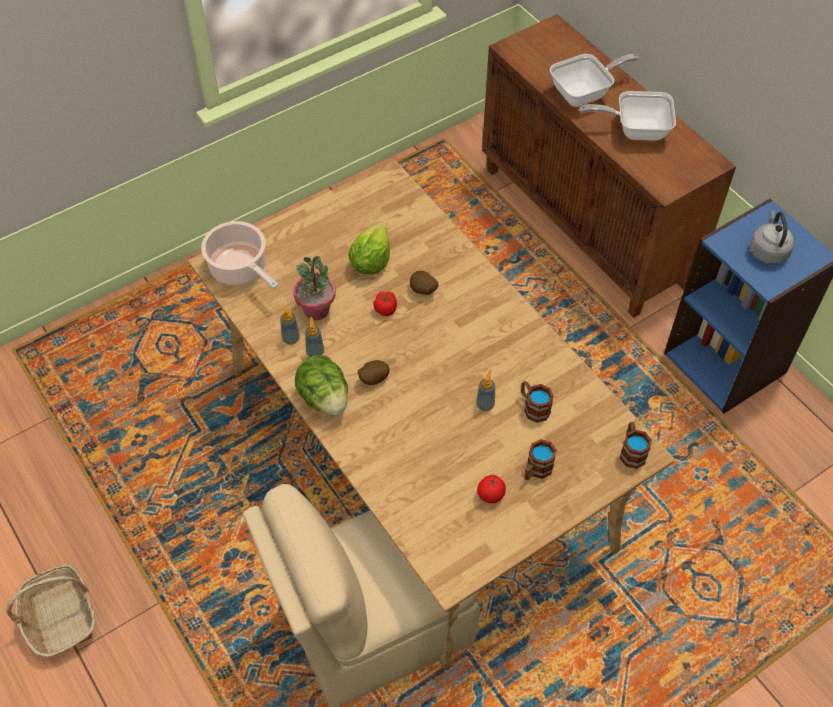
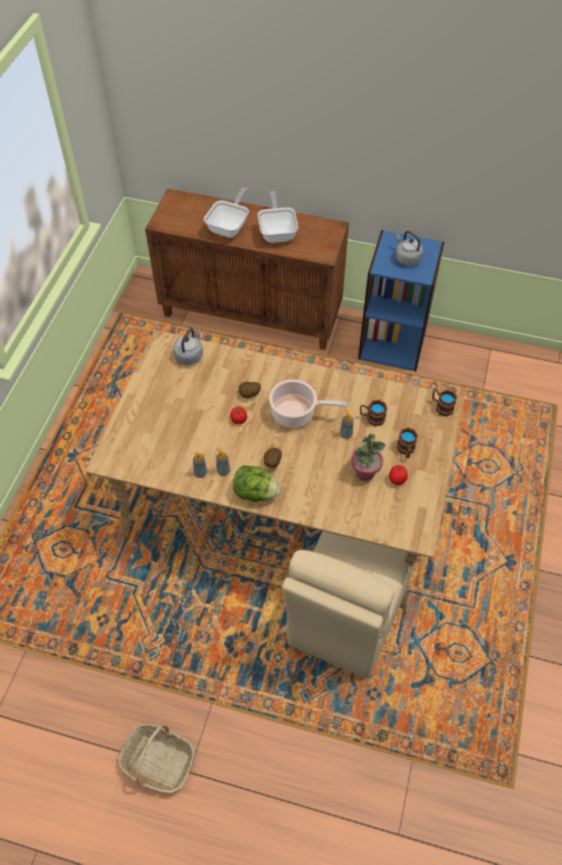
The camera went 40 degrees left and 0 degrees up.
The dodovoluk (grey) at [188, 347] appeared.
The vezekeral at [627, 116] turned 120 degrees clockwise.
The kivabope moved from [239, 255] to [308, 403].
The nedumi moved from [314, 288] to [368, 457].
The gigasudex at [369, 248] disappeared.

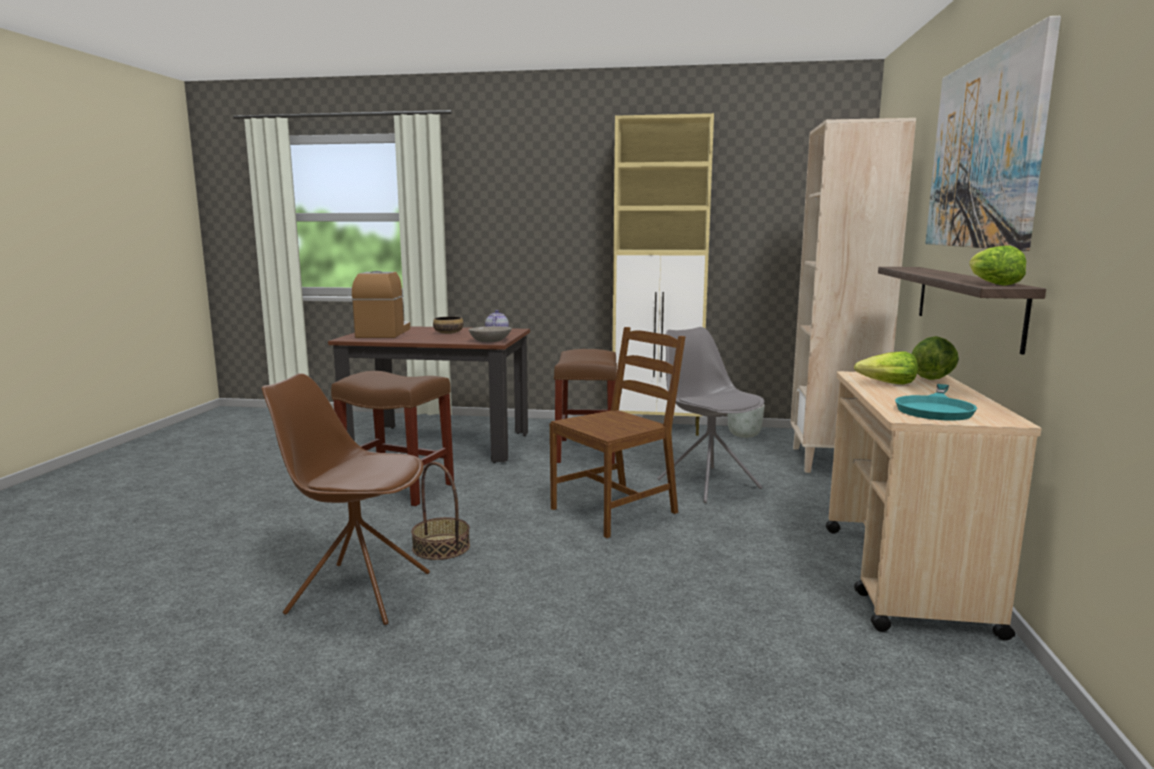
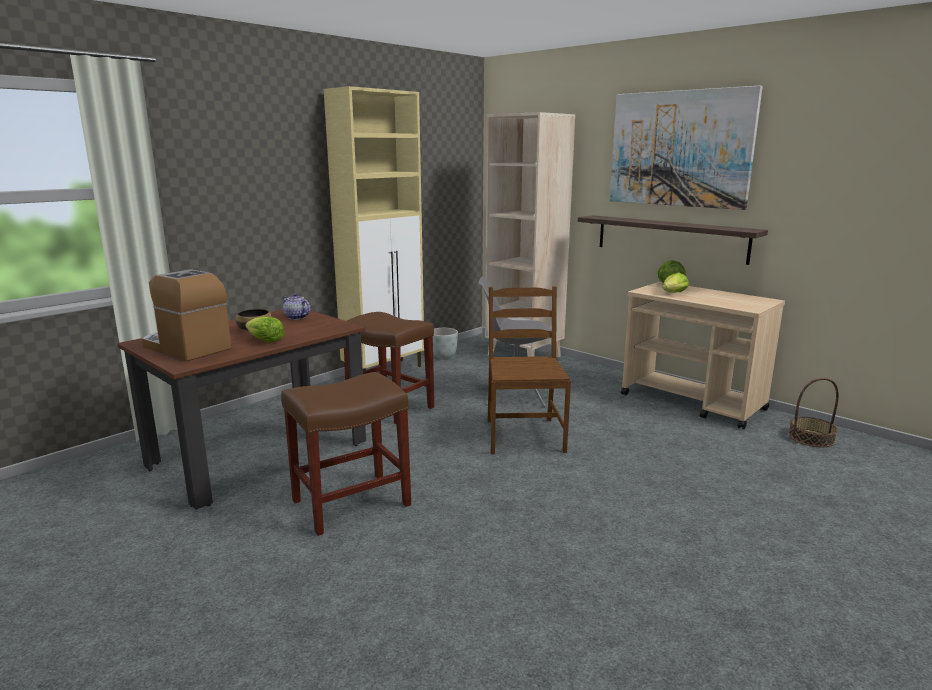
The camera went 55 degrees left and 5 degrees up.
The gigasudex moved from [997, 265] to [264, 330].
The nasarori moved from [440, 511] to [813, 412].
The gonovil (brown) at [345, 499] disappeared.
The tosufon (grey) at [490, 334] disappeared.
The vezekeral (turquoise) at [936, 402] disappeared.

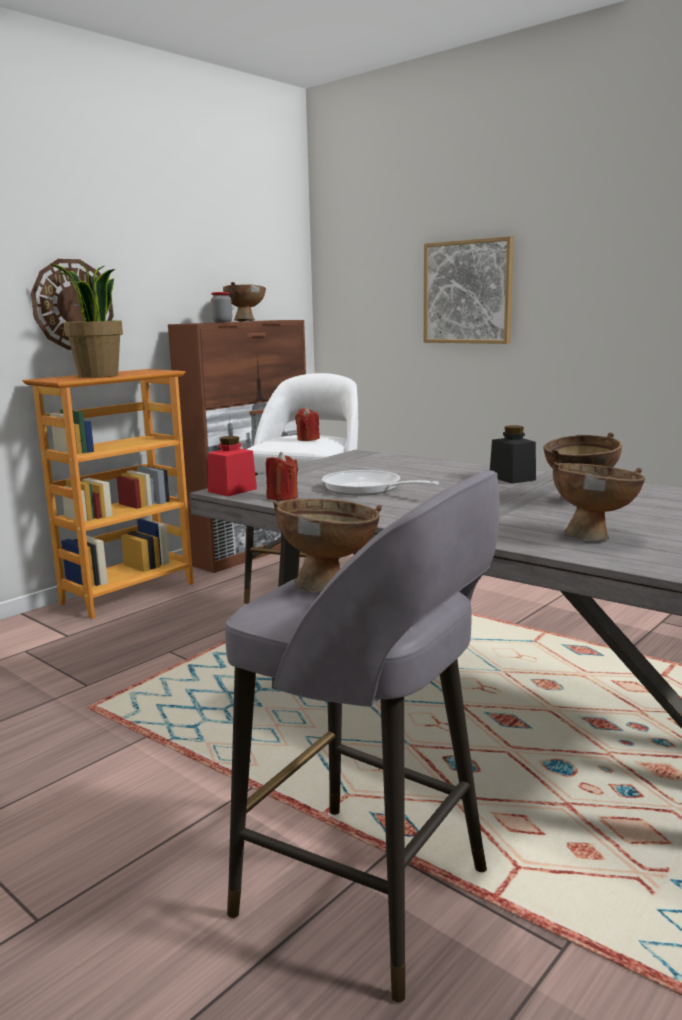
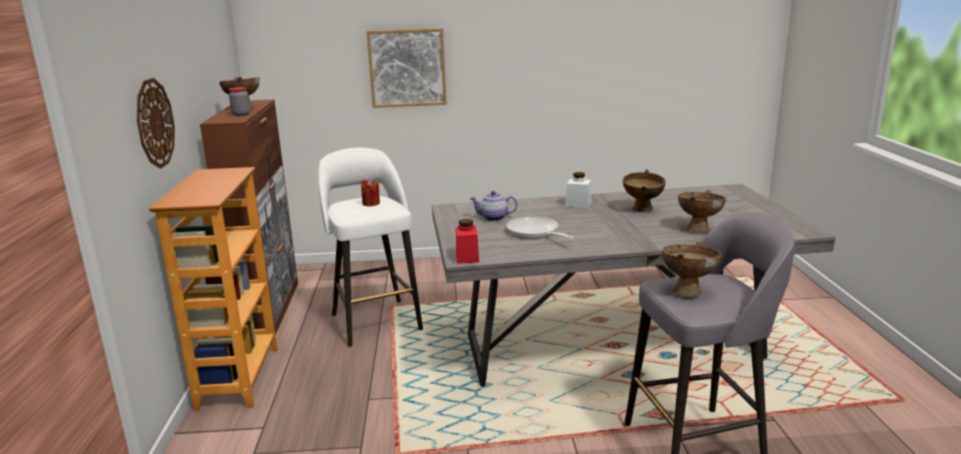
The camera went 45 degrees left and 5 degrees up.
The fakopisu at [493, 206] appeared.
The vezekeral at [380, 482] turned 60 degrees clockwise.
The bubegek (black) at [513, 454] became the bubegek (white) at [578, 190].
The nedumi at [86, 319] disappeared.
The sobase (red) at [282, 476] disappeared.

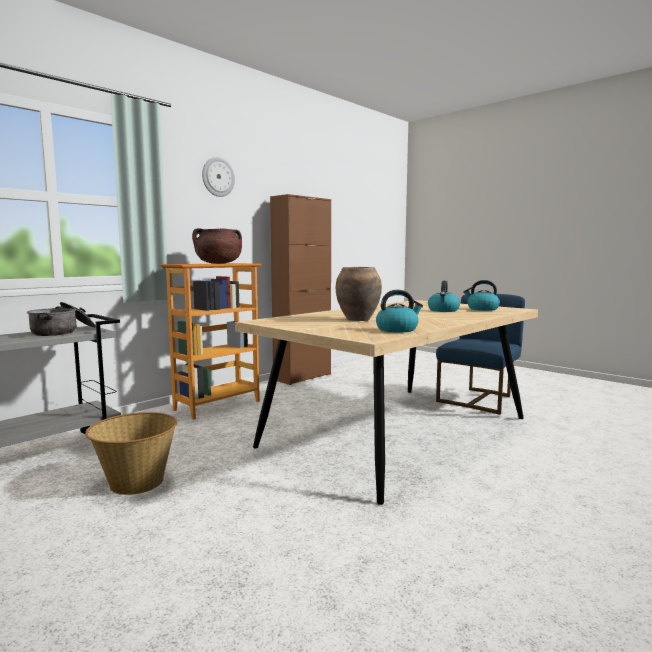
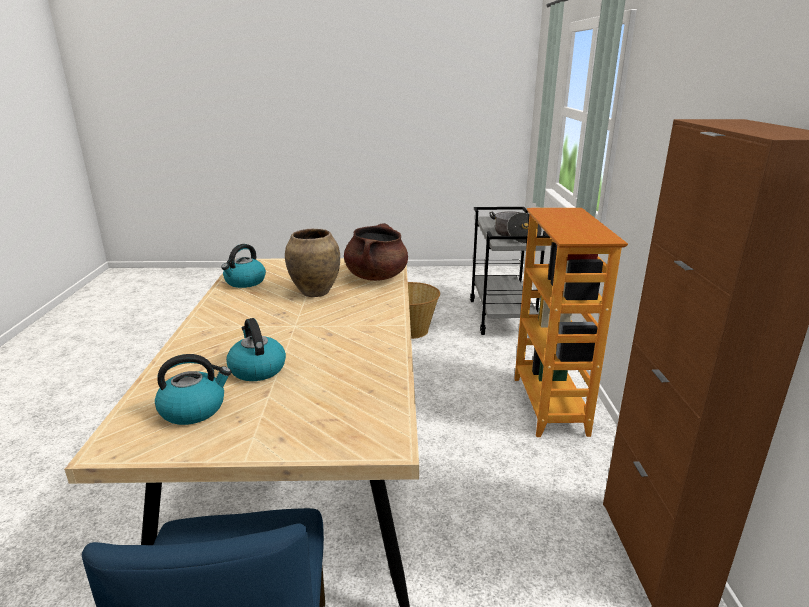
The camera went 135 degrees right and 15 degrees up.
The kivabope (brown) moved from [217, 246] to [376, 252].
The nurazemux at [218, 177] disappeared.

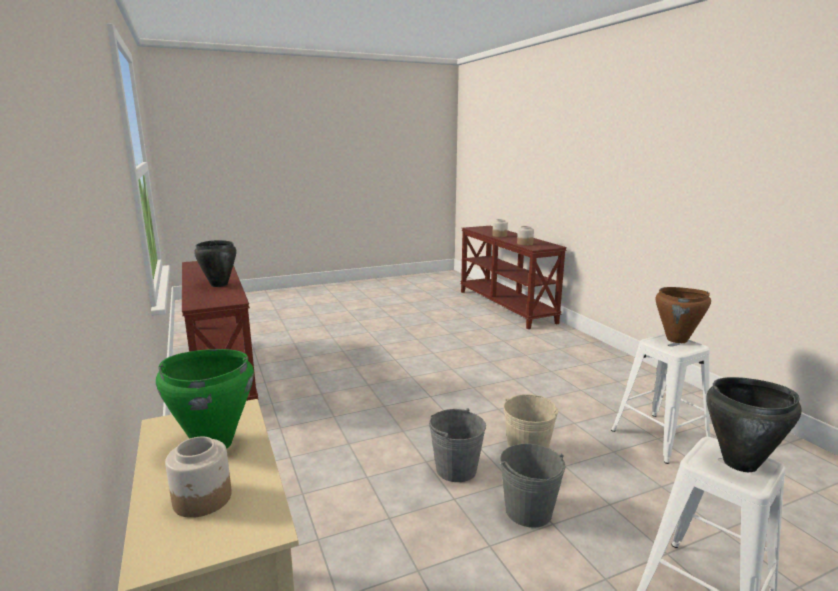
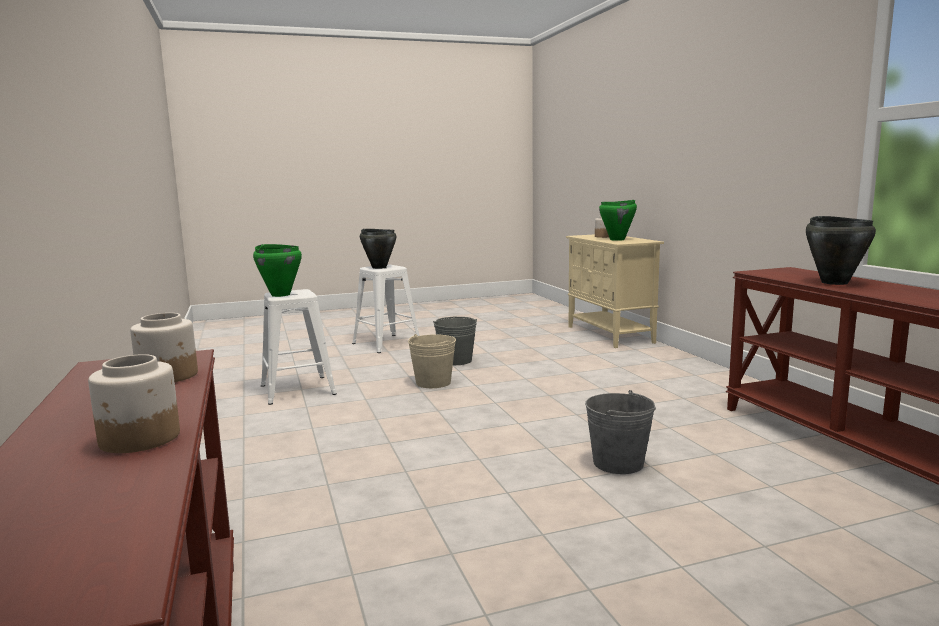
The camera went 175 degrees left and 5 degrees down.
The kivabope (brown) at [683, 315] became the kivabope (green) at [277, 270].
The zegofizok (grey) moved from [457, 445] to [620, 432].

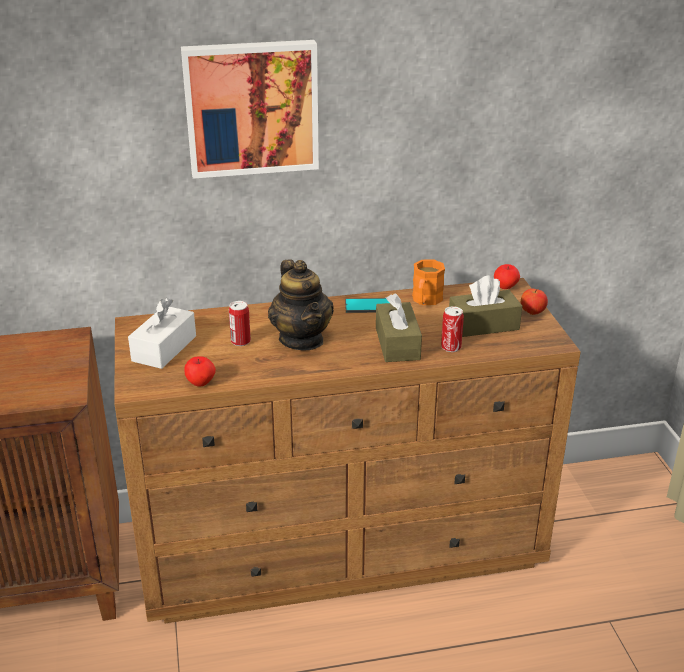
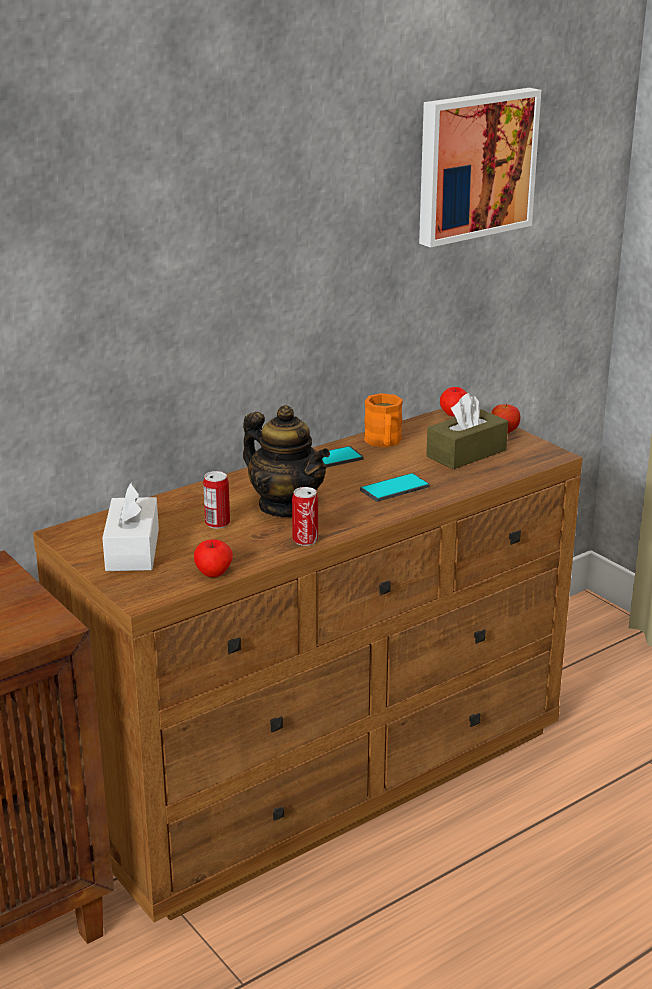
The camera went 25 degrees left and 5 degrees down.
The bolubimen moved from [452, 329] to [305, 516].
The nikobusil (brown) at [399, 327] was replaced by the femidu at [394, 487].
The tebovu moved from [250, 109] to [480, 168].

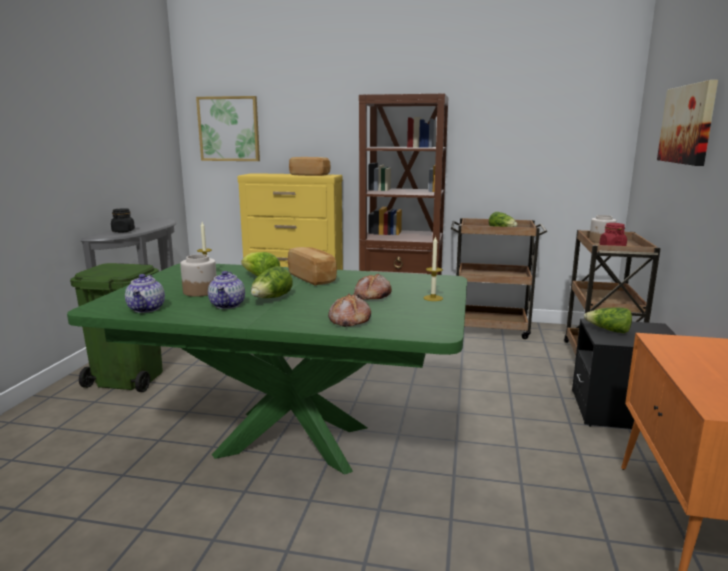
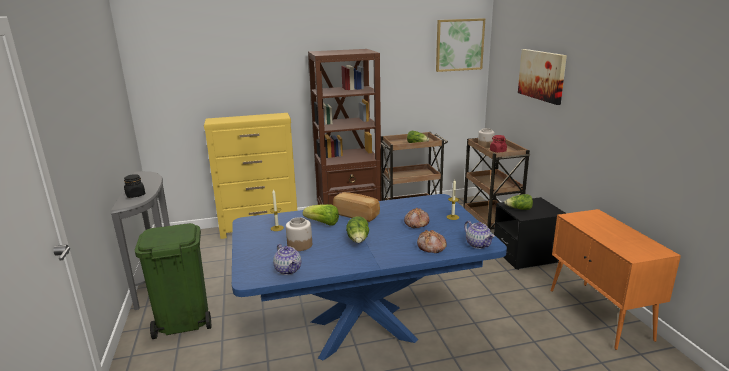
The camera went 25 degrees left and 5 degrees up.
The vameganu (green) at [267, 369] became the vameganu (blue) at [369, 277].
The tebovu moved from [228, 128] to [460, 45].
The fakopisu moved from [226, 290] to [479, 235].
The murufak at [310, 166] disappeared.

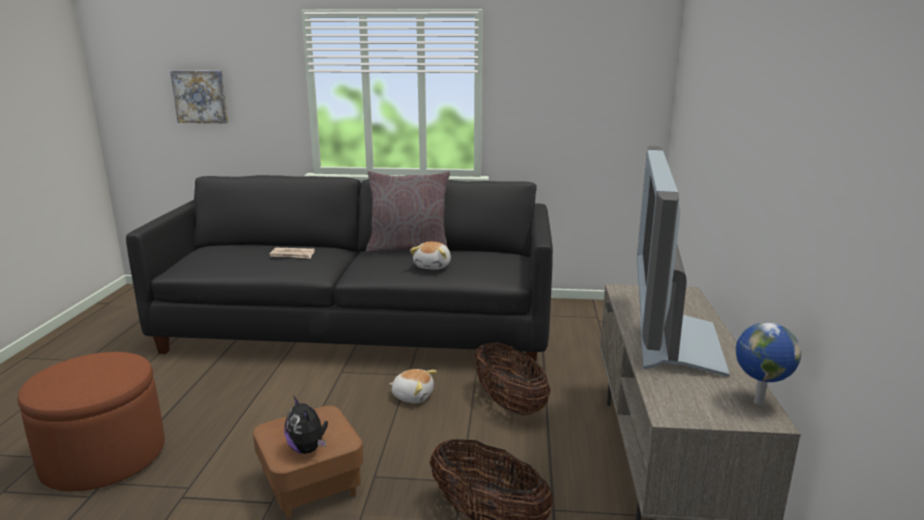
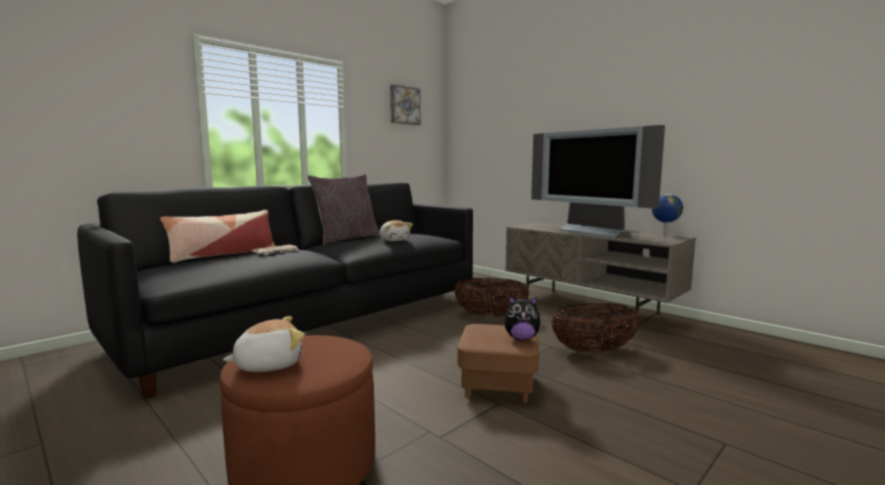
The camera went 50 degrees left and 10 degrees down.
The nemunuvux at [217, 236] appeared.
The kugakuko moved from [413, 386] to [263, 344].
The tebovu moved from [199, 96] to [405, 104].

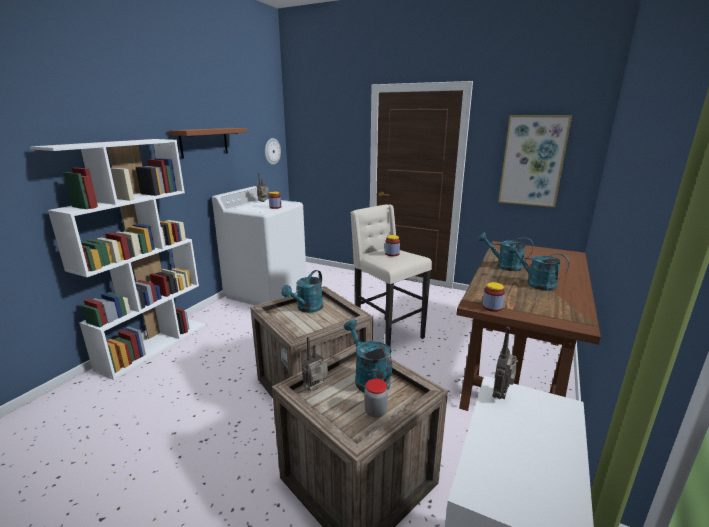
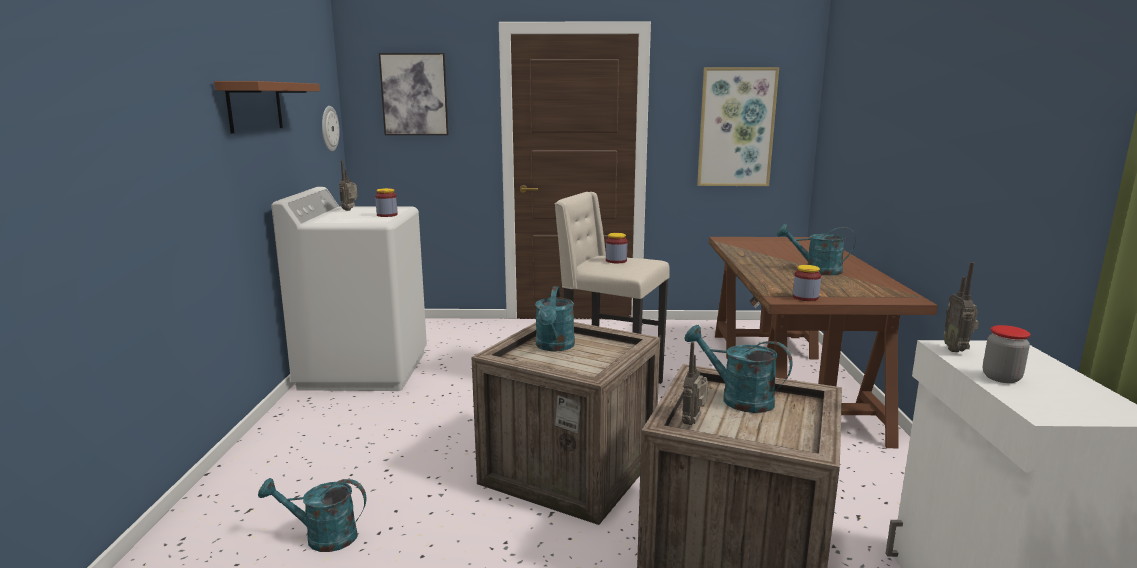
The camera went 25 degrees left and 5 degrees down.
The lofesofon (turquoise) moved from [505, 252] to [312, 515].
The tebovu at [414, 94] appeared.
The bubegek moved from [376, 398] to [1006, 354].
The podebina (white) at [117, 259] disappeared.

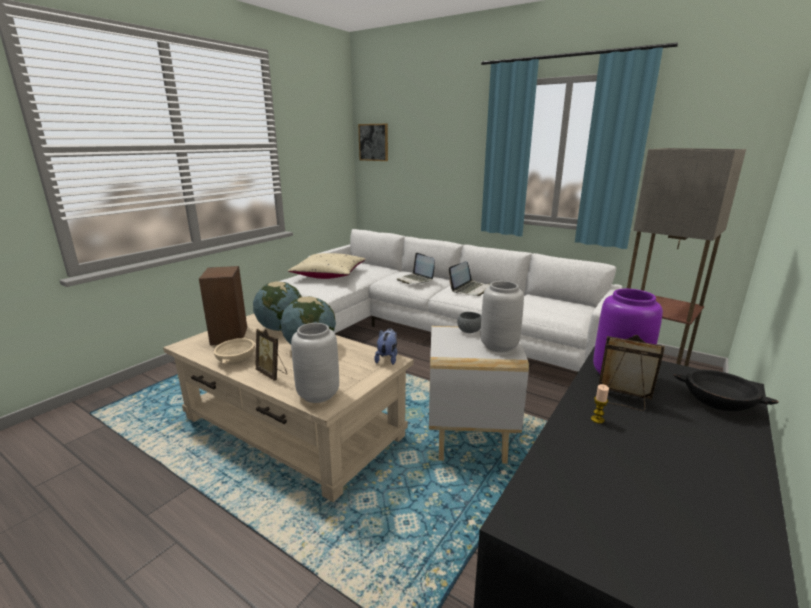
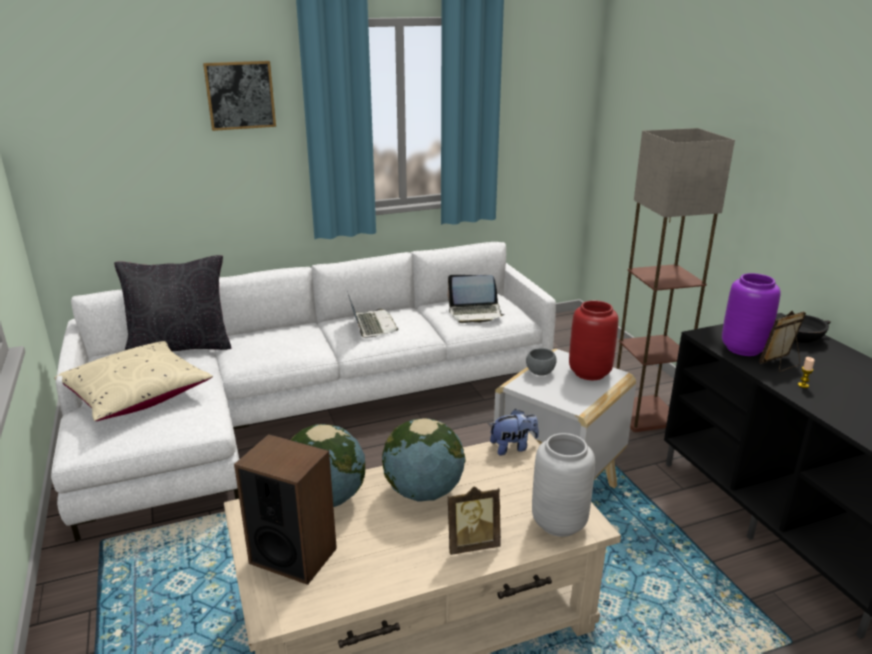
The camera went 55 degrees left and 5 degrees up.
The nemunuvux (black) at [172, 303] appeared.
The tebovu moved from [373, 142] to [239, 96].
The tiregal moved from [416, 268] to [476, 299].
The kugakuko at [385, 346] turned 120 degrees clockwise.
The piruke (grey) at [502, 317] became the piruke (red) at [594, 340].
The tosufon (beige) at [234, 351] disappeared.

